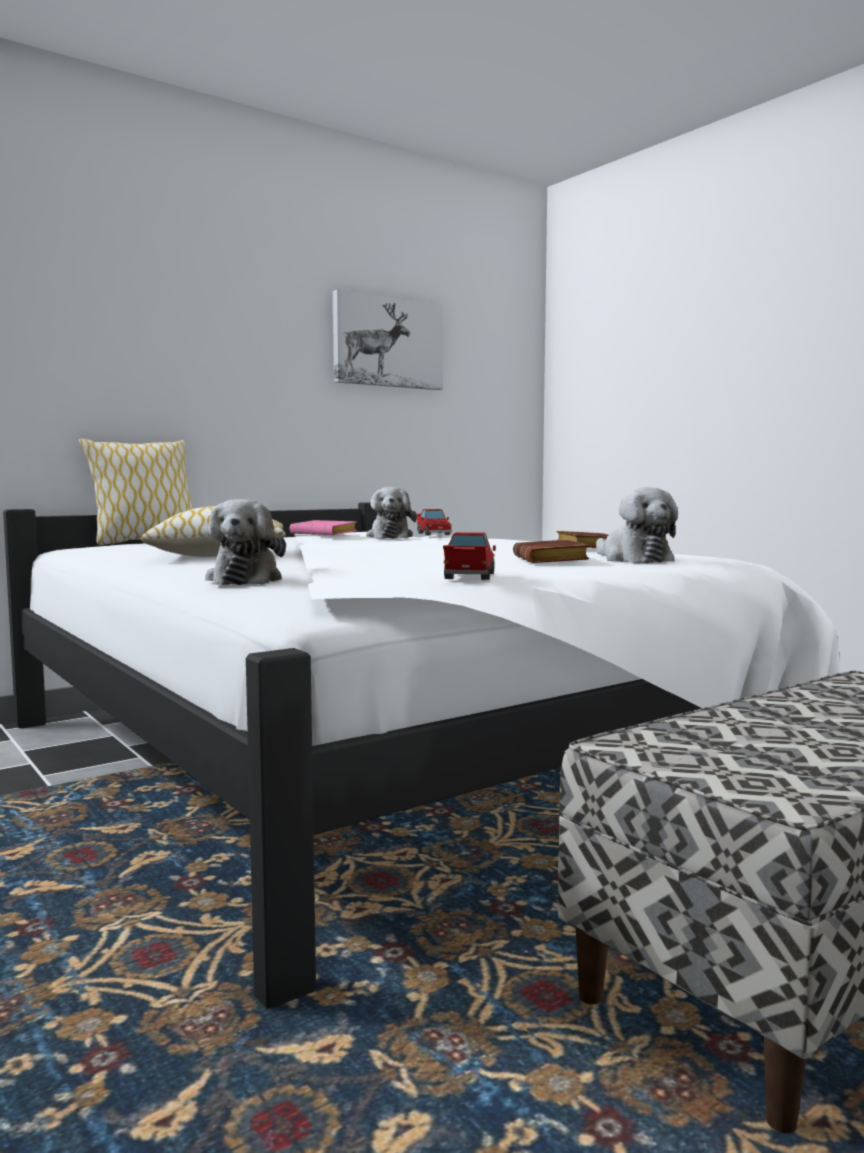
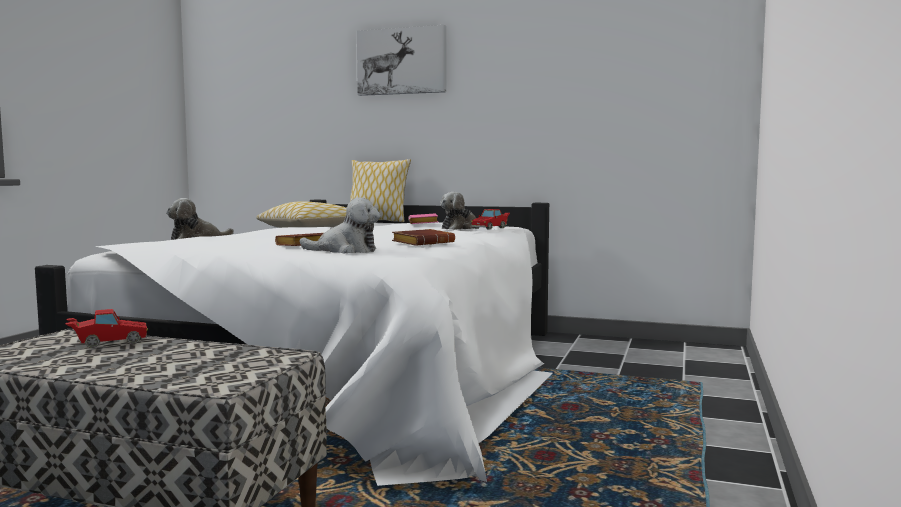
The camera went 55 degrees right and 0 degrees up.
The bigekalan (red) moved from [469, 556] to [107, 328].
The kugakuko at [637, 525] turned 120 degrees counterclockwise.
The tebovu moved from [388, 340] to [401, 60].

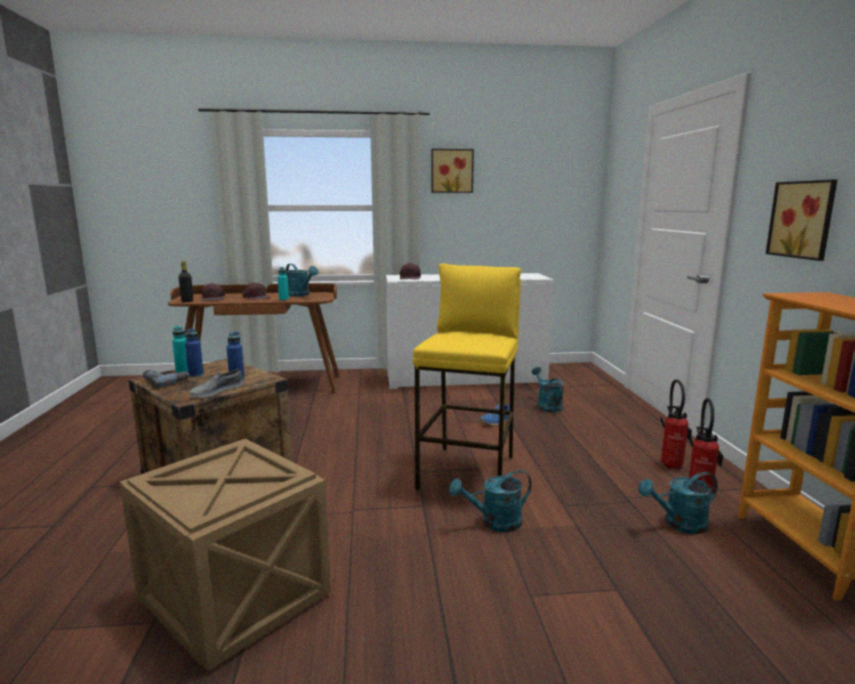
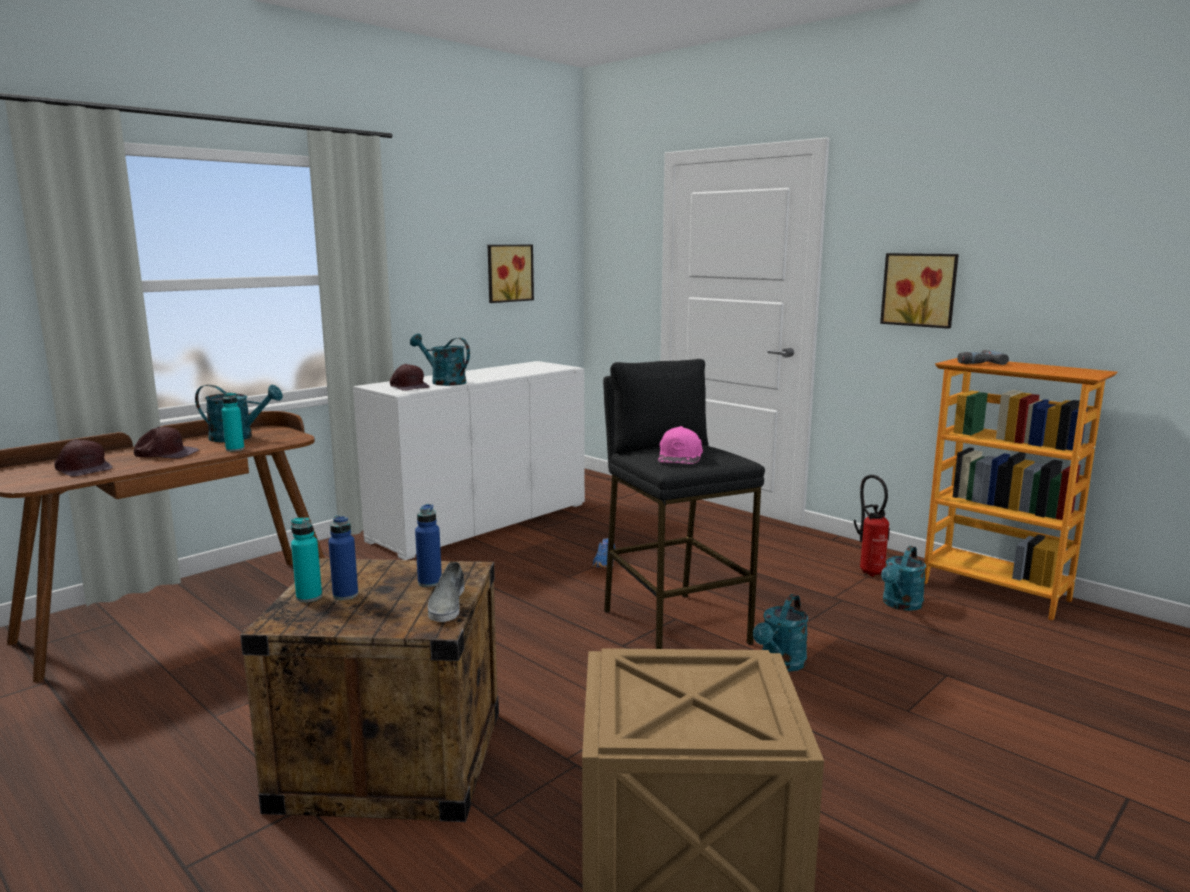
The camera went 40 degrees left and 0 degrees up.
The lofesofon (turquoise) moved from [547, 389] to [440, 360].
The tebovu moved from [453, 171] to [511, 274].
The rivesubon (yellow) at [467, 377] became the rivesubon (black) at [684, 504].
The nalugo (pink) at [680, 445] appeared.
The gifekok moved from [166, 379] to [983, 357].
The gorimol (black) at [186, 281] disappeared.
The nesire at [676, 424] disappeared.

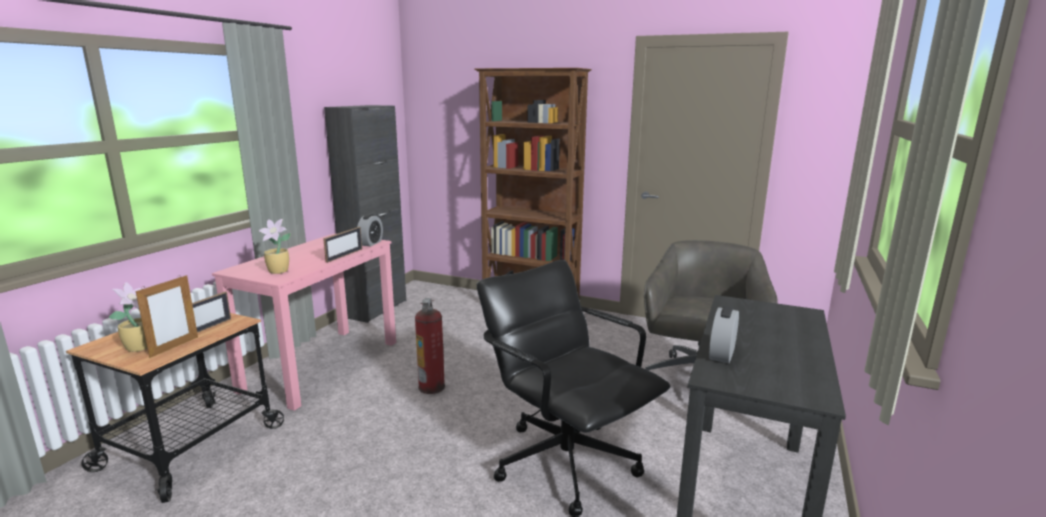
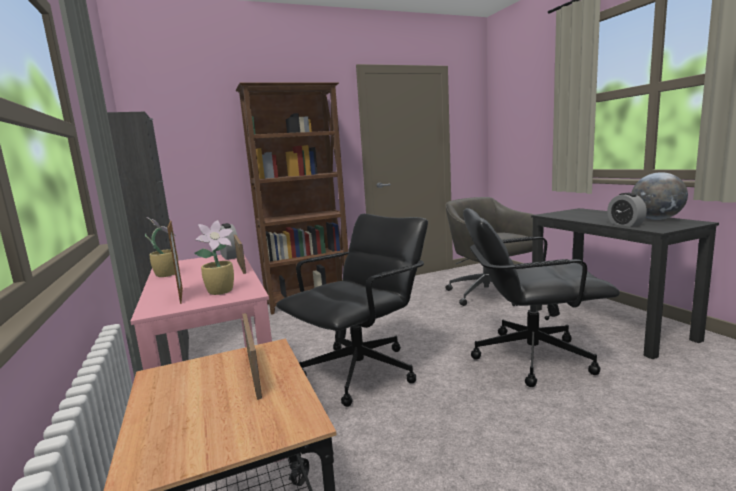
The camera went 45 degrees left and 5 degrees down.
The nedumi moved from [127, 317] to [161, 247].
The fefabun moved from [167, 316] to [175, 261].
The nesire at [430, 346] was replaced by the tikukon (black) at [352, 310].
The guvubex at [659, 196] appeared.

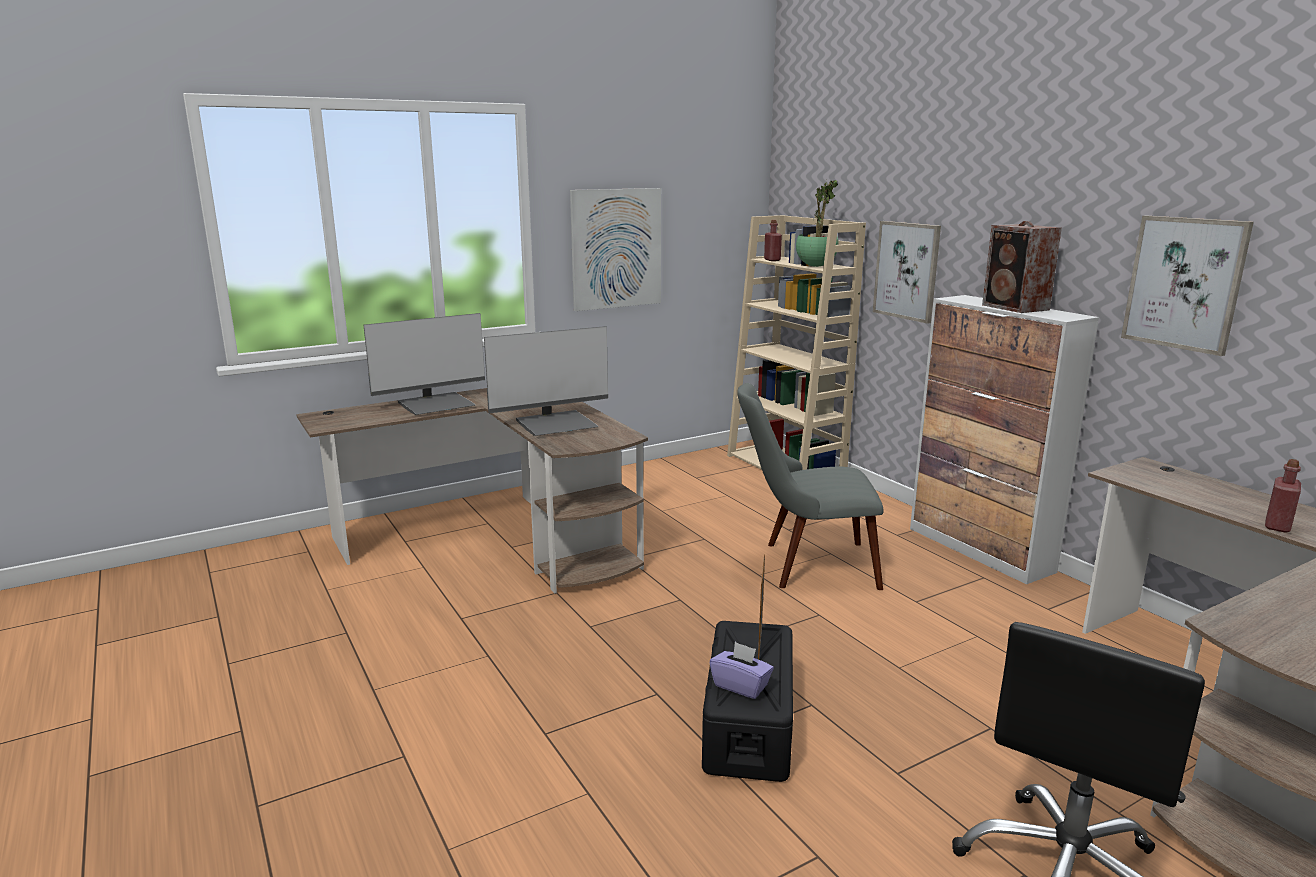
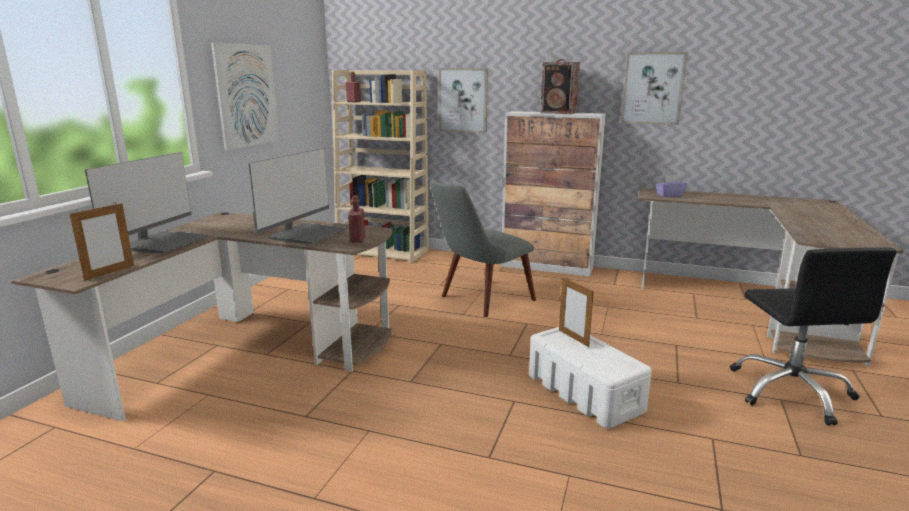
The camera went 40 degrees left and 0 degrees up.
The fefabun at [102, 241] appeared.
The gorimol (red) moved from [1283, 496] to [356, 219].
The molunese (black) at [747, 701] became the molunese (white) at [590, 378].
The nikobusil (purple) moved from [742, 670] to [671, 186].
The nedumi at [817, 223] disappeared.

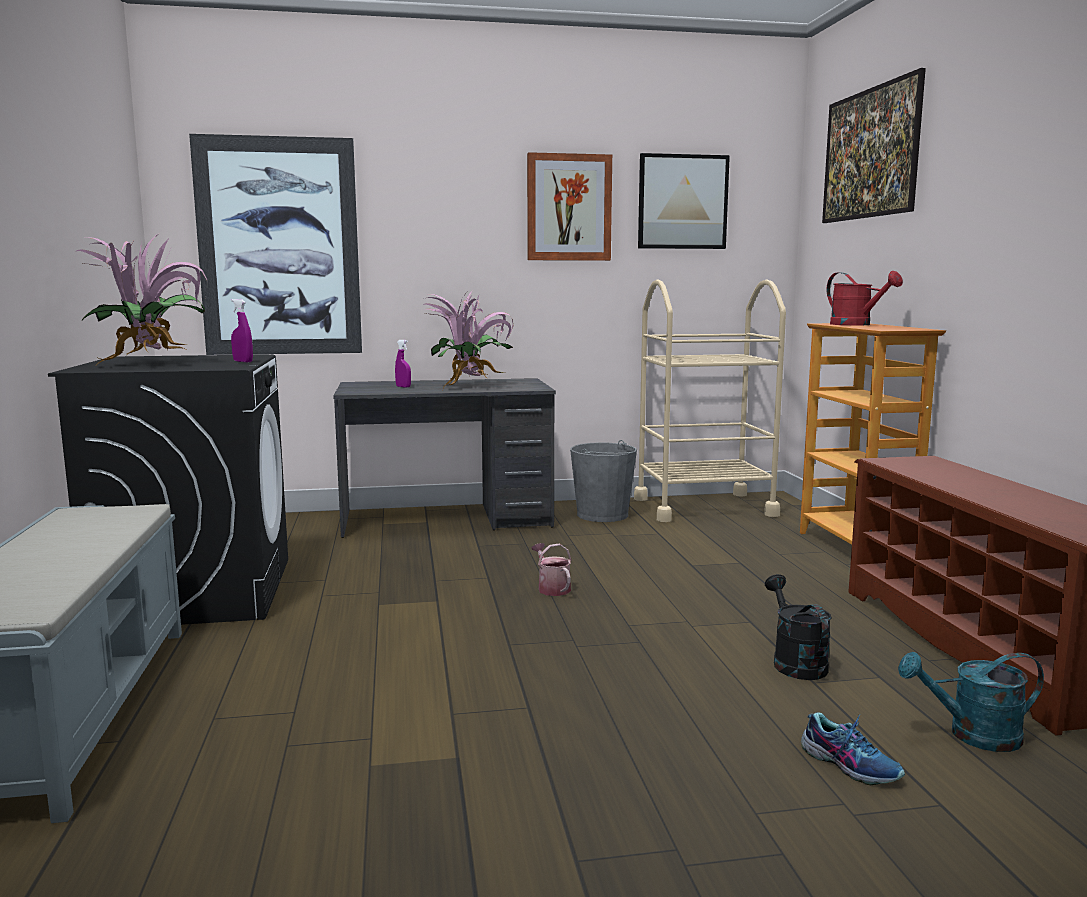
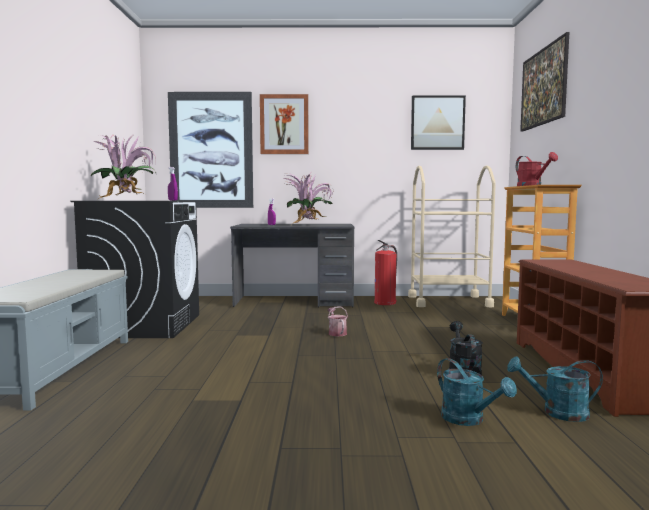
The camera went 10 degrees right and 5 degrees down.
The tebovu moved from [569, 206] to [284, 124].
The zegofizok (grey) at [603, 481] was replaced by the nesire at [385, 272].
The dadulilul at [853, 748] was replaced by the lofesofon (turquoise) at [477, 392].

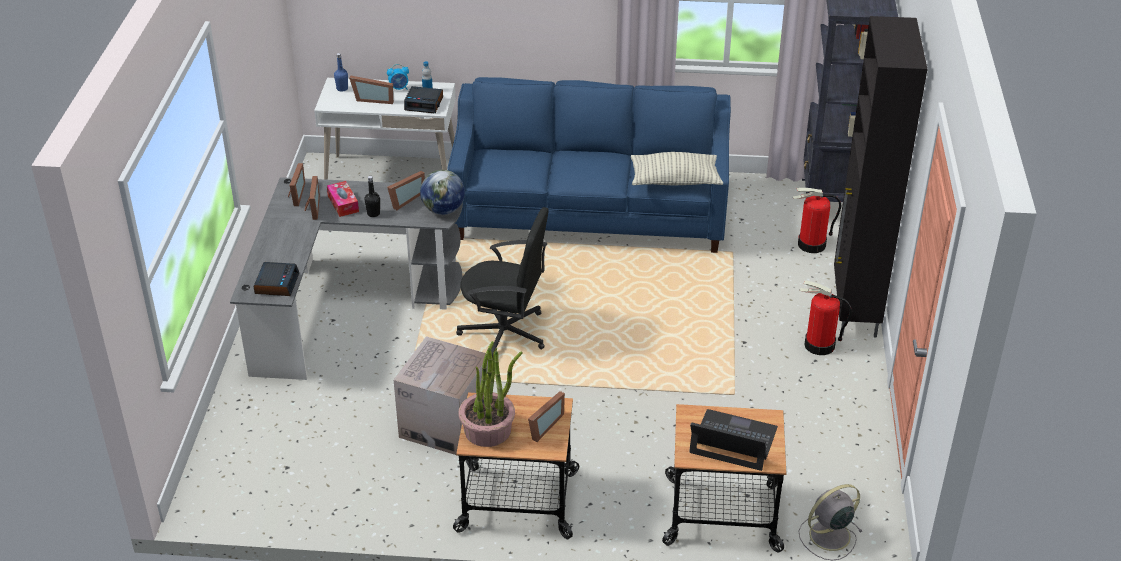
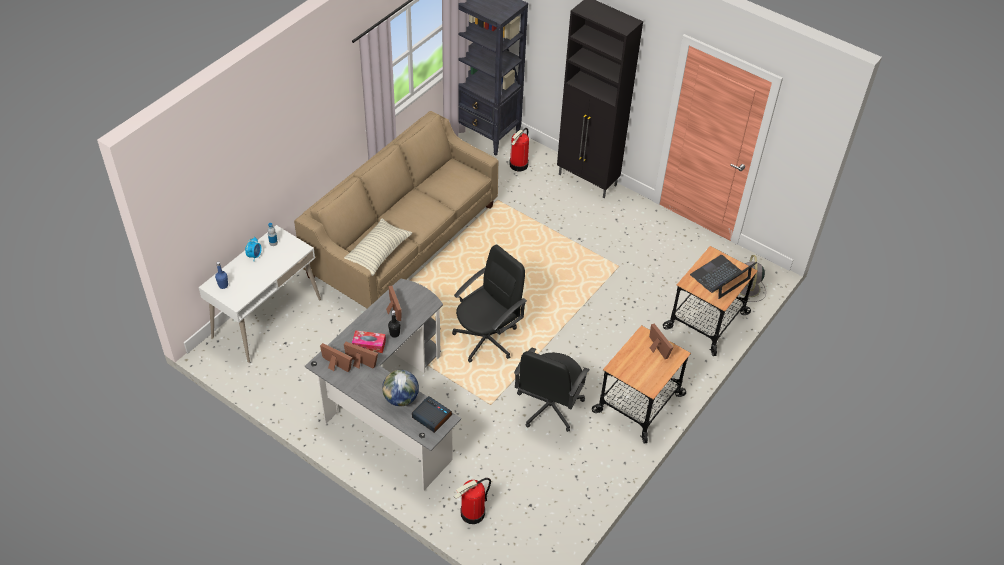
The camera went 60 degrees left and 10 degrees up.
The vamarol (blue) at [589, 165] became the vamarol (beige) at [396, 210].
The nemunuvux moved from [677, 168] to [378, 247].
The guvubex moved from [442, 192] to [400, 388].
The nesire moved from [825, 317] to [472, 501].
The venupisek at [441, 395] was replaced by the tikukon (black) at [551, 390].
The fefabun at [371, 89] disappeared.
The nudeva at [423, 99] disappeared.
The nedumi at [490, 394] disappeared.

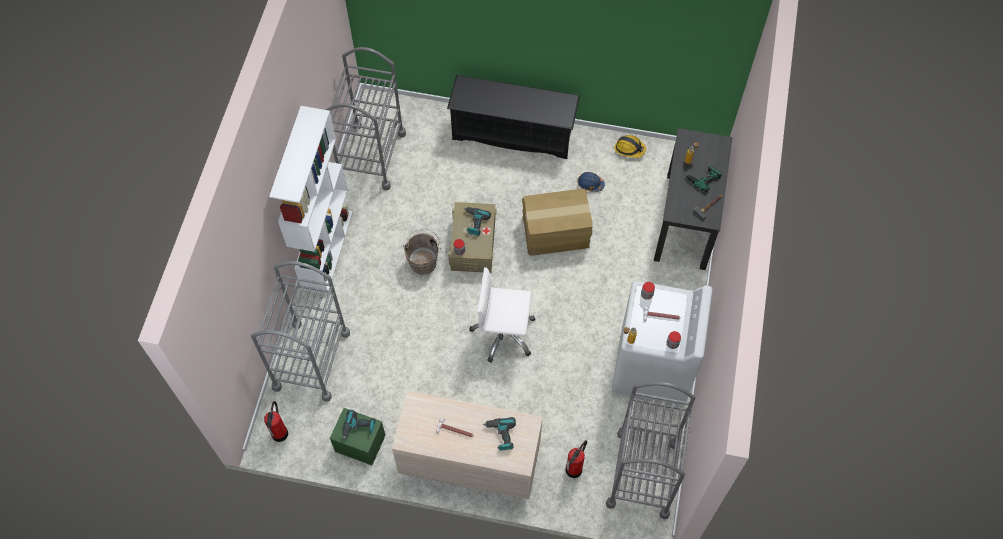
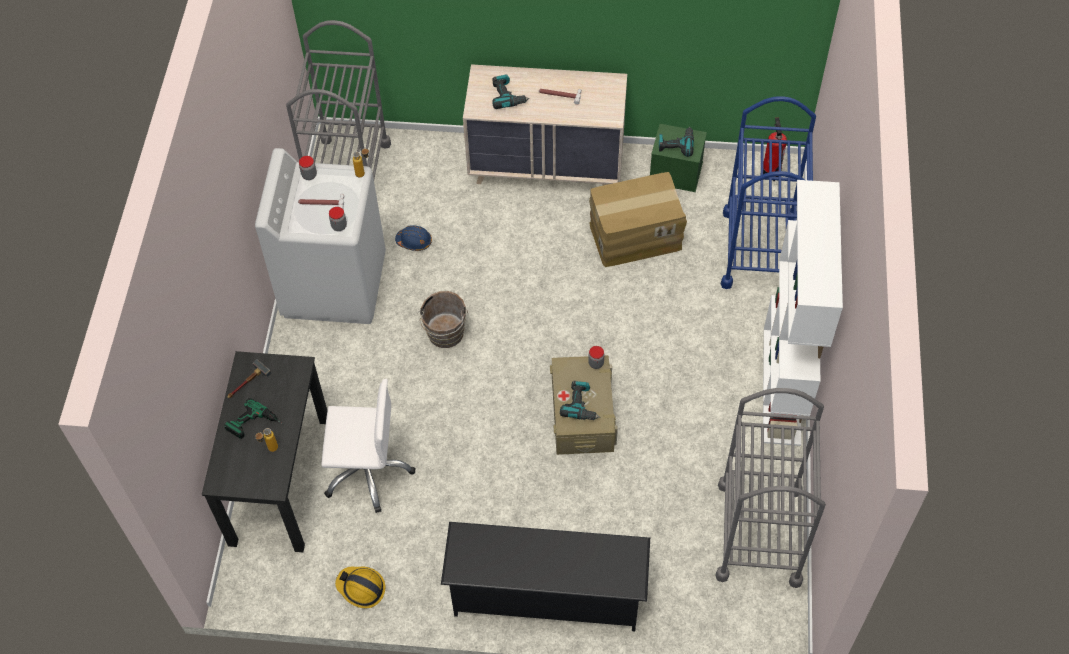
The camera went 175 degrees right and 5 degrees down.
The tikukon (white) moved from [502, 315] to [368, 446].
The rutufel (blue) moved from [591, 182] to [413, 238].
The zegofizok (brown) moved from [422, 252] to [442, 319].
The venupisek moved from [557, 222] to [638, 219].
The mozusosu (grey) at [300, 331] became the mozusosu (blue) at [768, 192].
The nesire at [576, 459] disappeared.

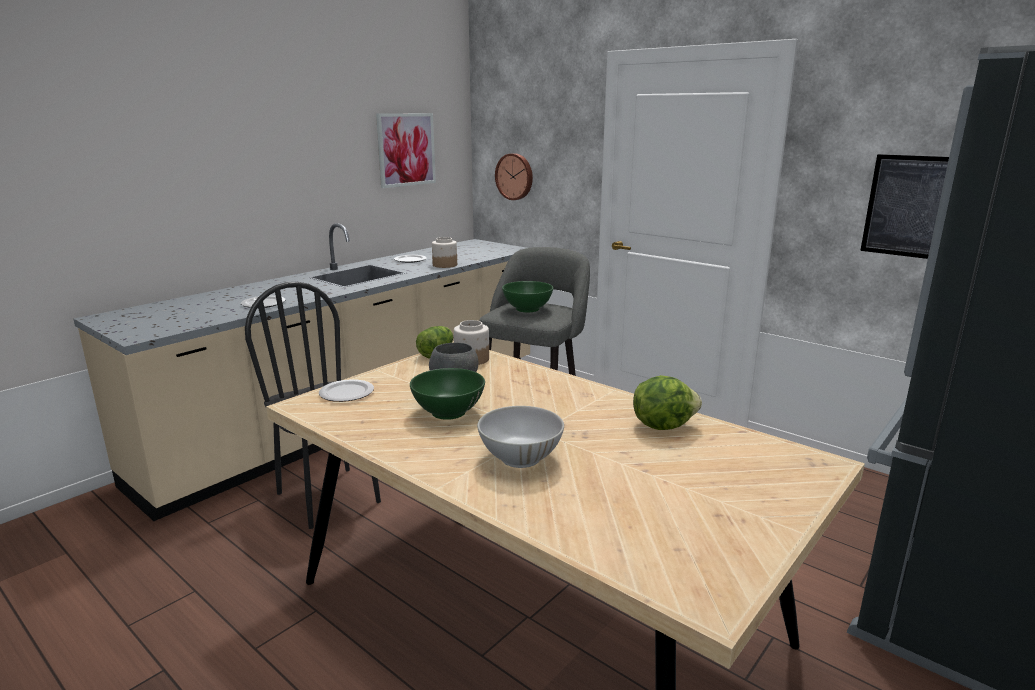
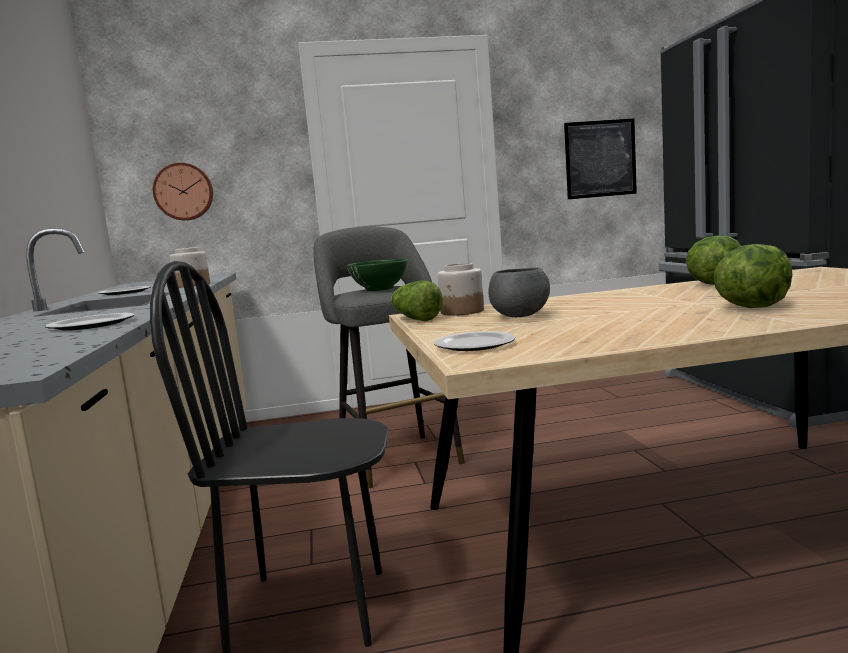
The camera went 50 degrees left and 10 degrees down.
The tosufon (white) at [520, 437] was replaced by the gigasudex at [753, 276].
The tebovu at [406, 150] disappeared.
The tosufon (green) at [447, 394] disappeared.

